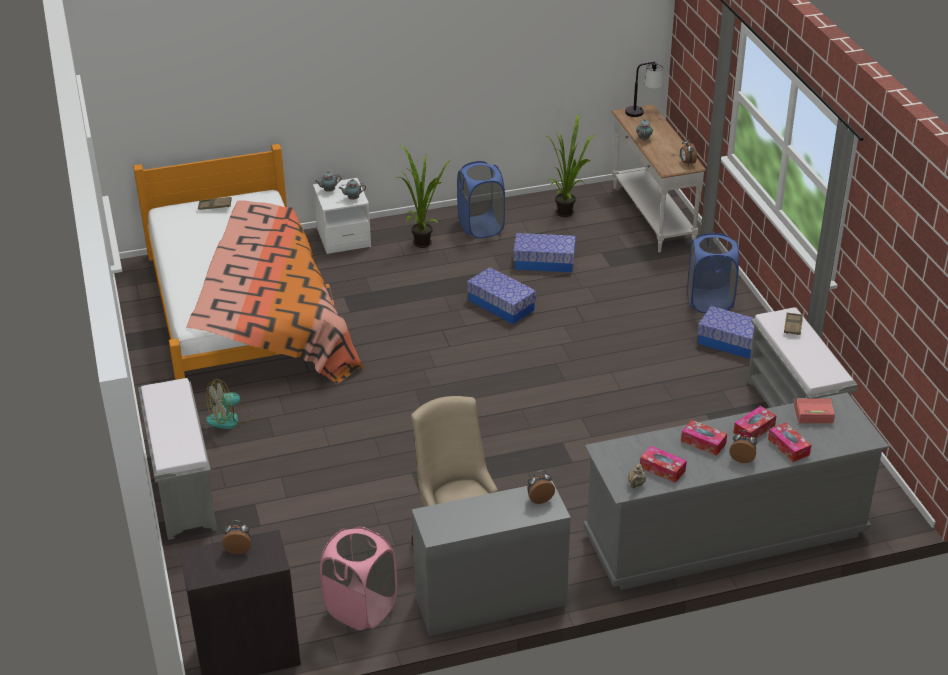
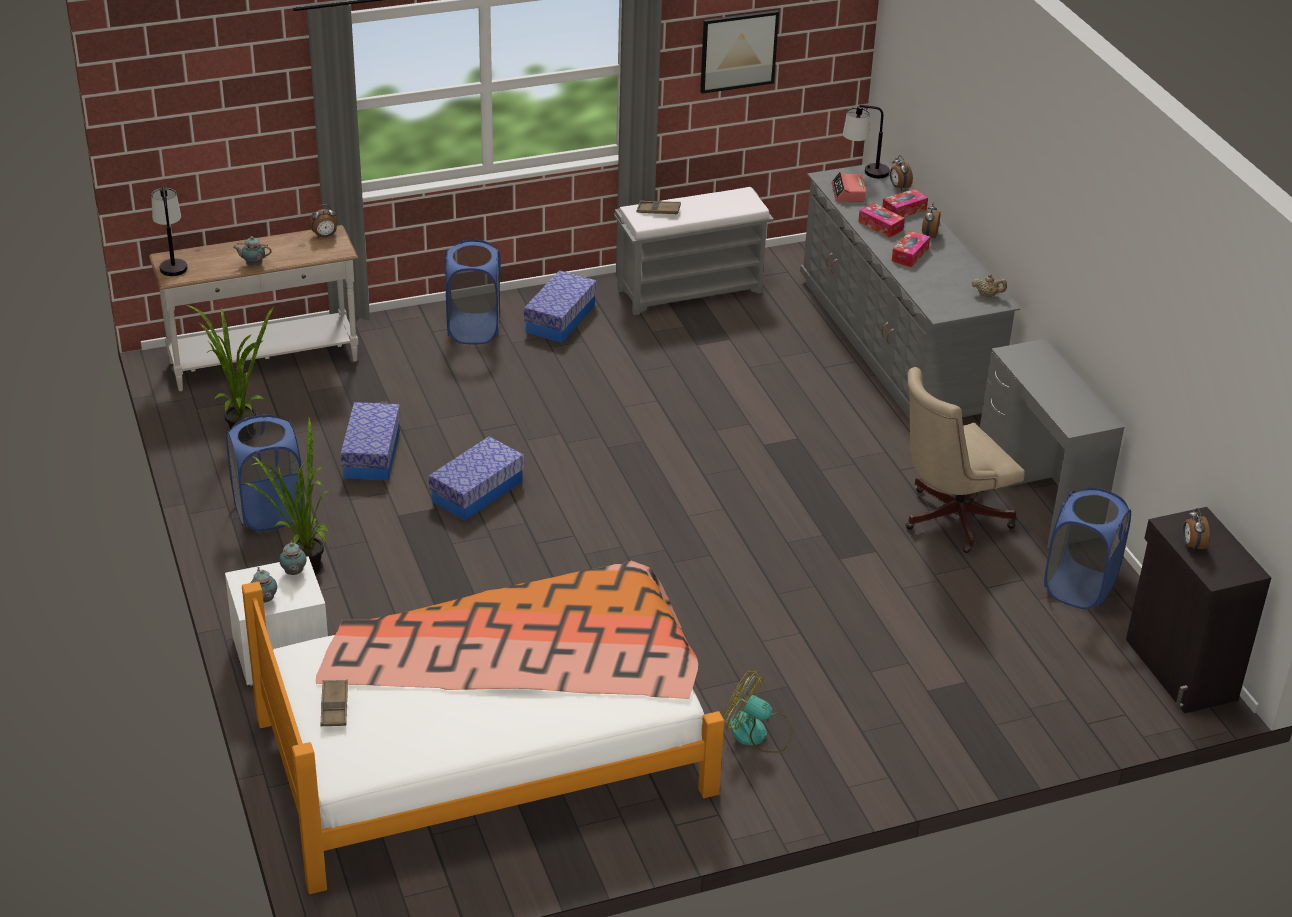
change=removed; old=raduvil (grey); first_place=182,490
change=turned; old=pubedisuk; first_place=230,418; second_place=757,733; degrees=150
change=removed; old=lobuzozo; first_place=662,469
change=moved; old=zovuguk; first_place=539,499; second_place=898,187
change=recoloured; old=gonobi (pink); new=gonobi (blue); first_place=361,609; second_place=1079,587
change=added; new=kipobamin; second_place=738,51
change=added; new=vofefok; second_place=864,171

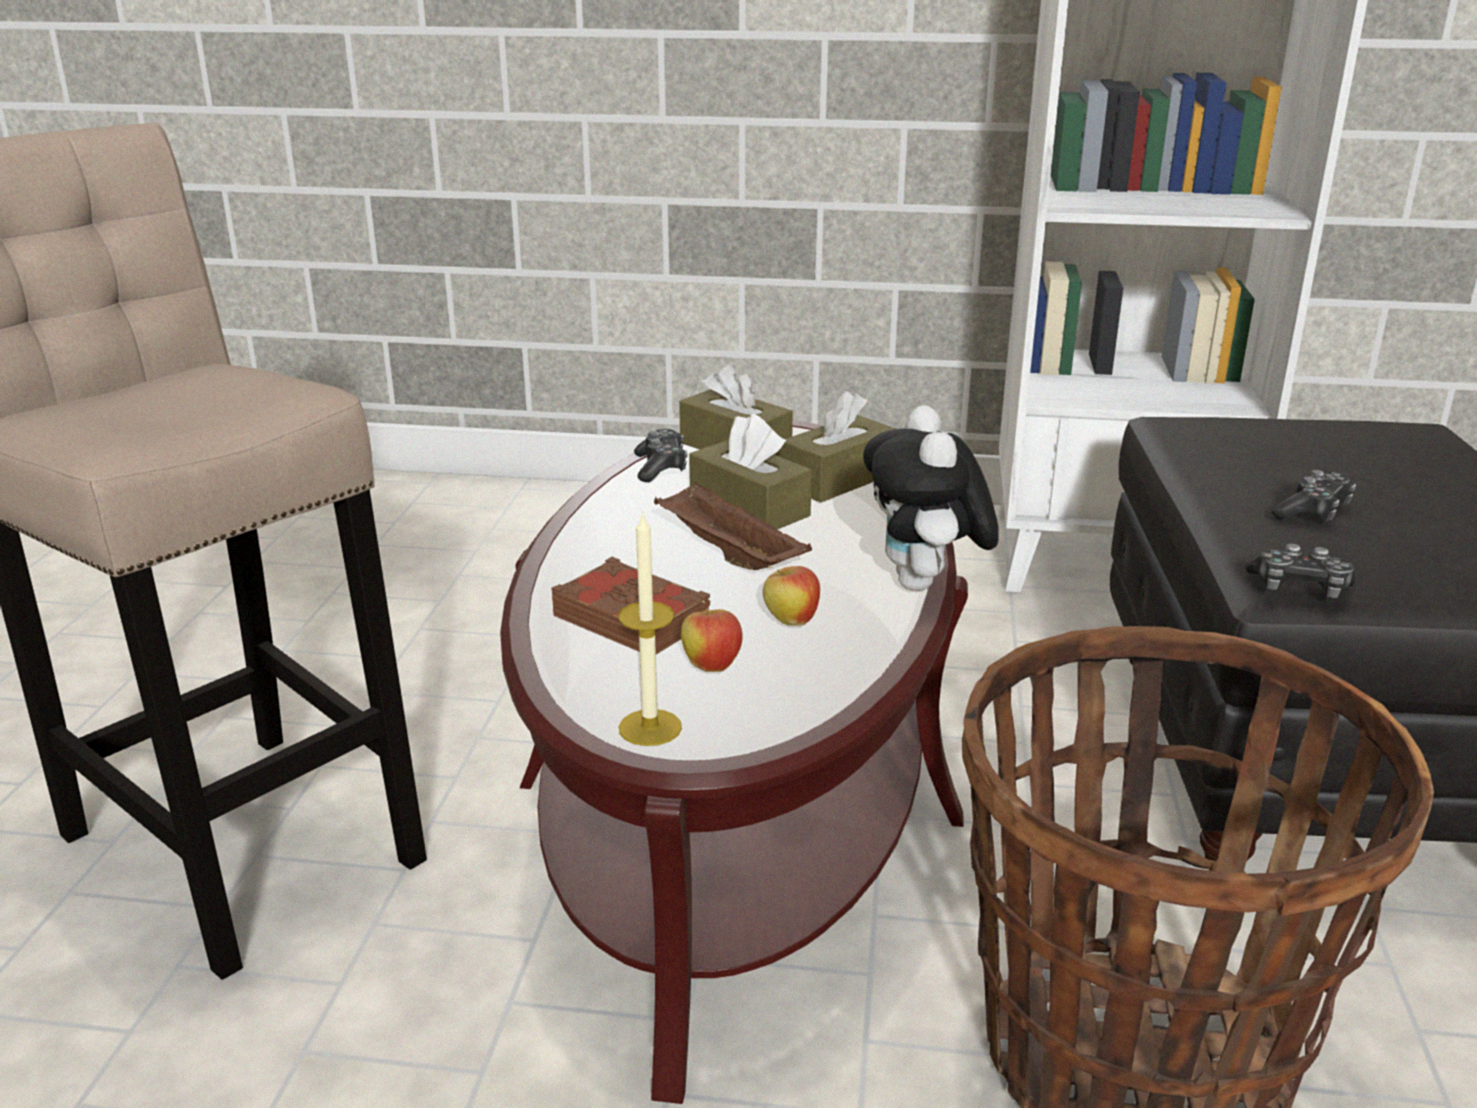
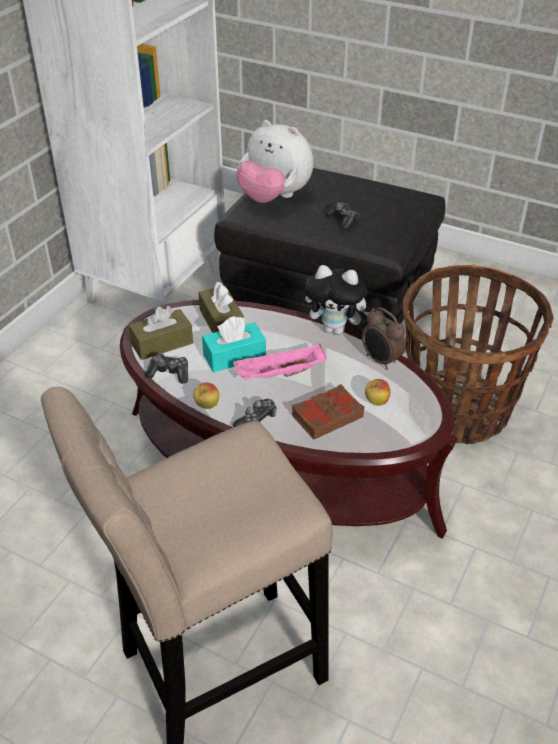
change=recoloured; old=lobuzozo (brown); new=lobuzozo (turquoise); first_place=749,507; second_place=234,356
change=recoloured; old=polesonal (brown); new=polesonal (pink); first_place=727,554; second_place=279,375
change=removed; old=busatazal; first_place=650,727
change=moved; old=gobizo; first_place=1299,588; second_place=256,420
change=moved; old=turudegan; first_place=790,621; second_place=207,406
change=added; new=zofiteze; second_place=274,197
change=added; new=zovuguk; second_place=380,361

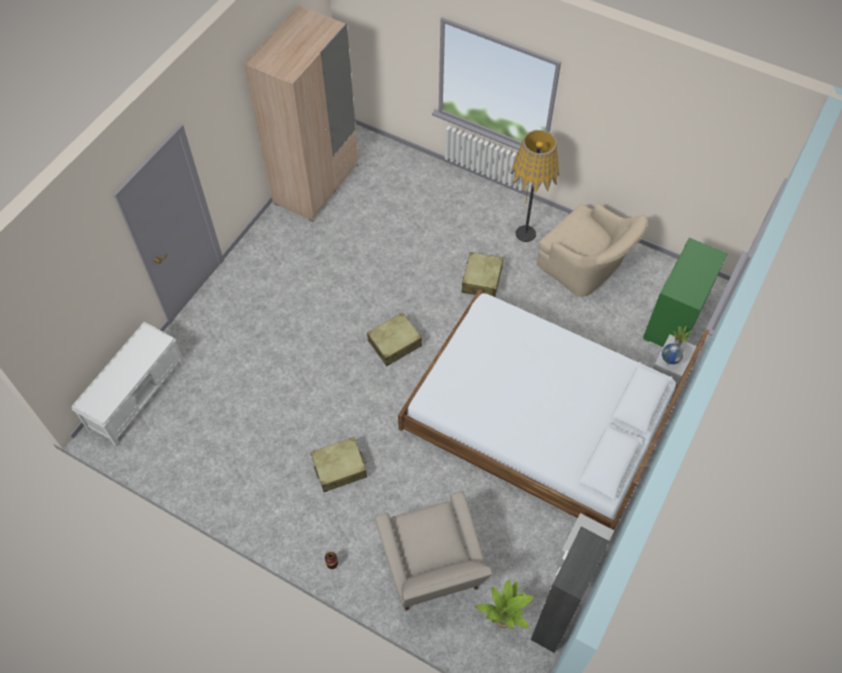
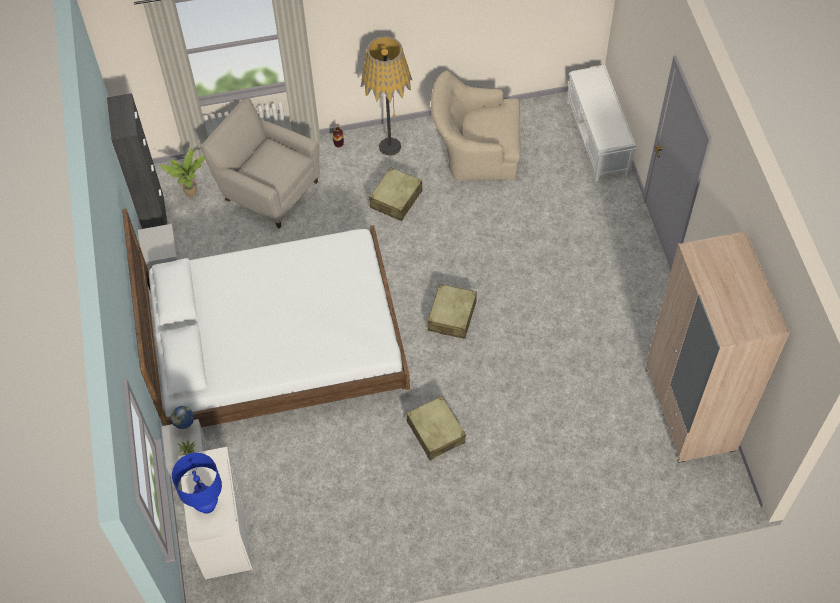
change=moved; old=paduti; first_place=525,233; second_place=390,146
change=moved; old=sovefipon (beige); first_place=586,267; second_place=475,152
change=recoloured; old=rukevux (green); new=rukevux (white); first_place=675,320; second_place=222,533
change=added; new=vofefok (blue); second_place=207,505

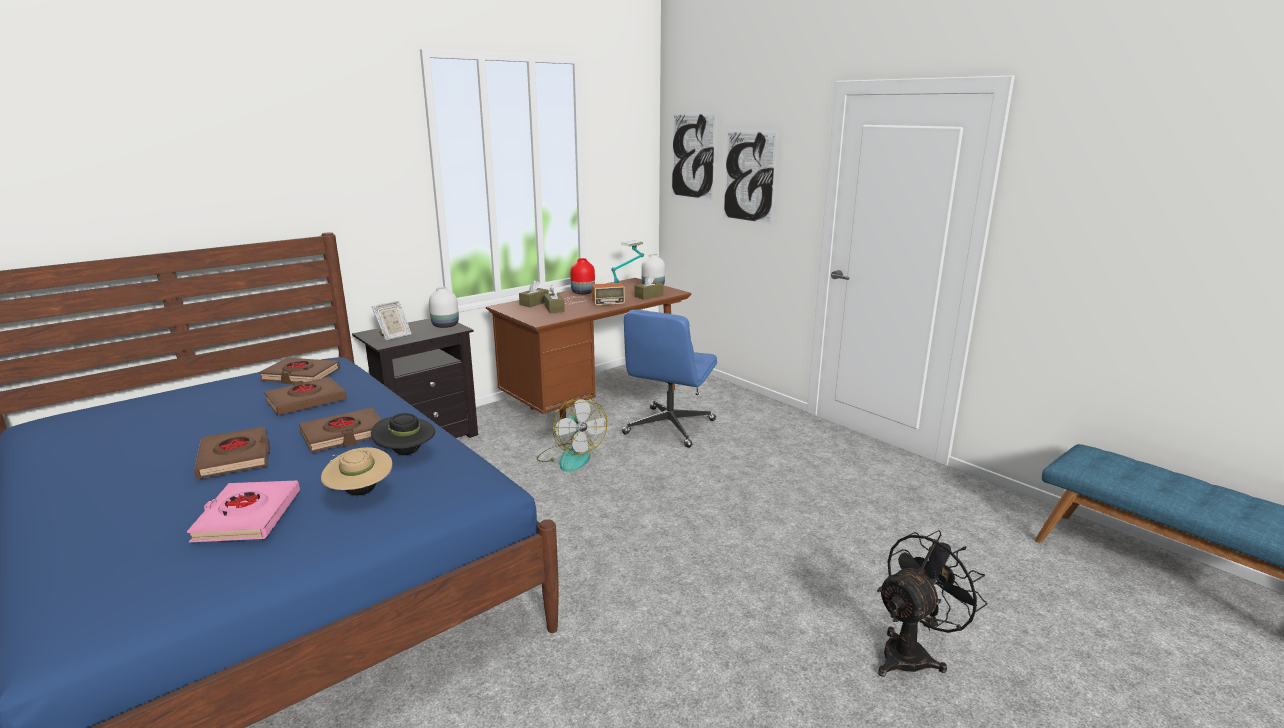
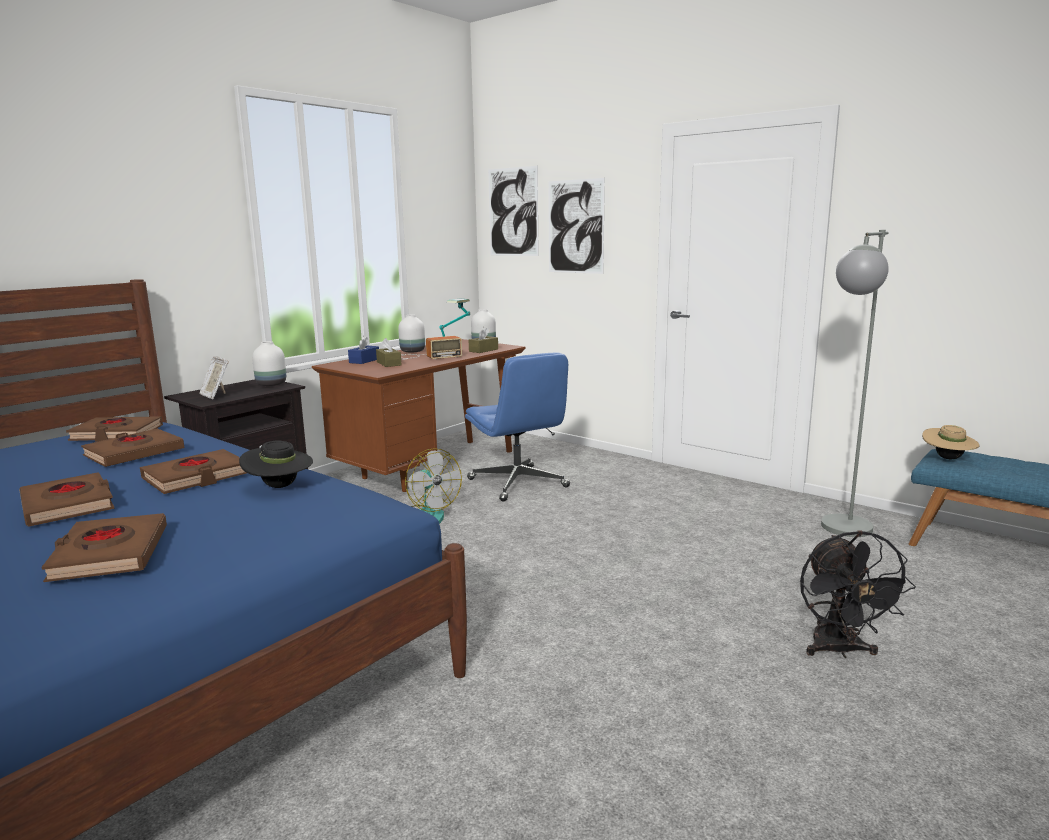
change=recoloured; old=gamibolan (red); new=gamibolan (white); first_place=582,293; second_place=412,351
change=recoloured; old=lobuzozo (brown); new=lobuzozo (blue); first_place=534,303; second_place=364,361
change=turned; old=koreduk; first_place=394,337; second_place=216,396; degrees=105
change=turned; old=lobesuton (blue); first_place=669,427; second_place=518,483; degrees=-45
change=moved; old=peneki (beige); first_place=360,492; second_place=947,458
change=recoloured; old=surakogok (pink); new=surakogok (brown); first_place=247,517; second_place=109,554
change=turned; old=pubedisuk (black); first_place=912,653; second_place=839,650; degrees=135
change=added; new=paduti (grey); second_place=841,533

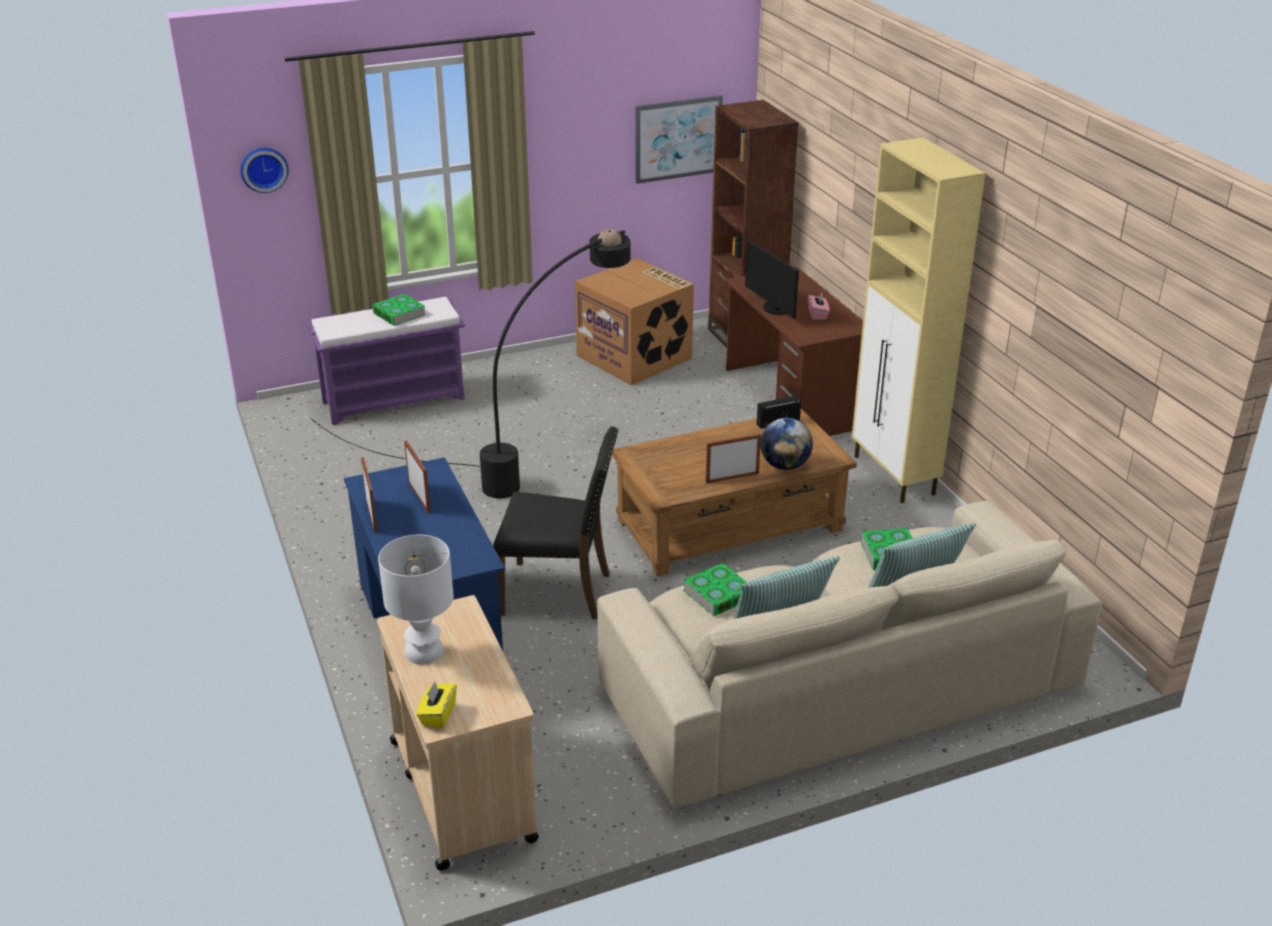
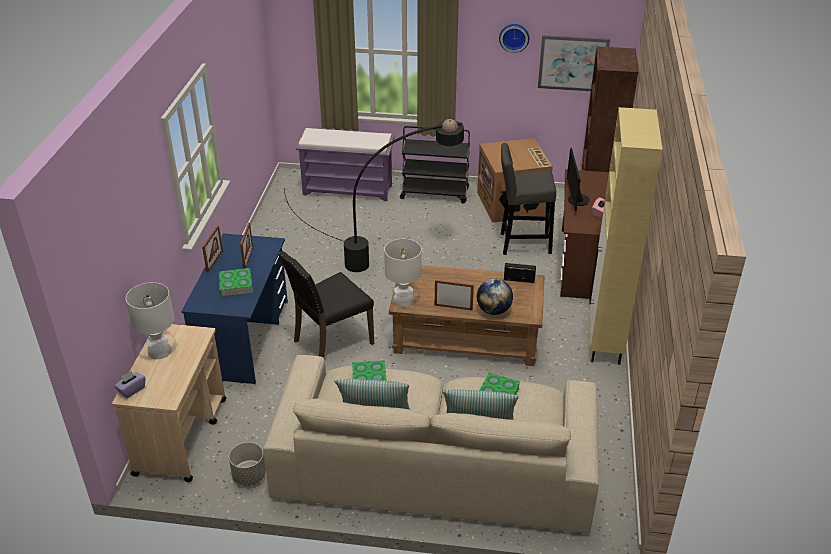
change=moved; old=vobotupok; first_place=263,168; second_place=514,37
change=moved; old=surakogok; first_place=399,314; second_place=235,285
change=turned; old=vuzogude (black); first_place=559,592; second_place=331,342; degrees=105
change=recoloured; old=lobuzozo (yellow); new=lobuzozo (purple); first_place=437,715; second_place=131,390
change=added; new=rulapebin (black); second_place=435,193
change=added; new=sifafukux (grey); second_place=522,243
change=added; new=vofefok (white); second_place=403,300
change=added; new=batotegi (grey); second_place=249,476

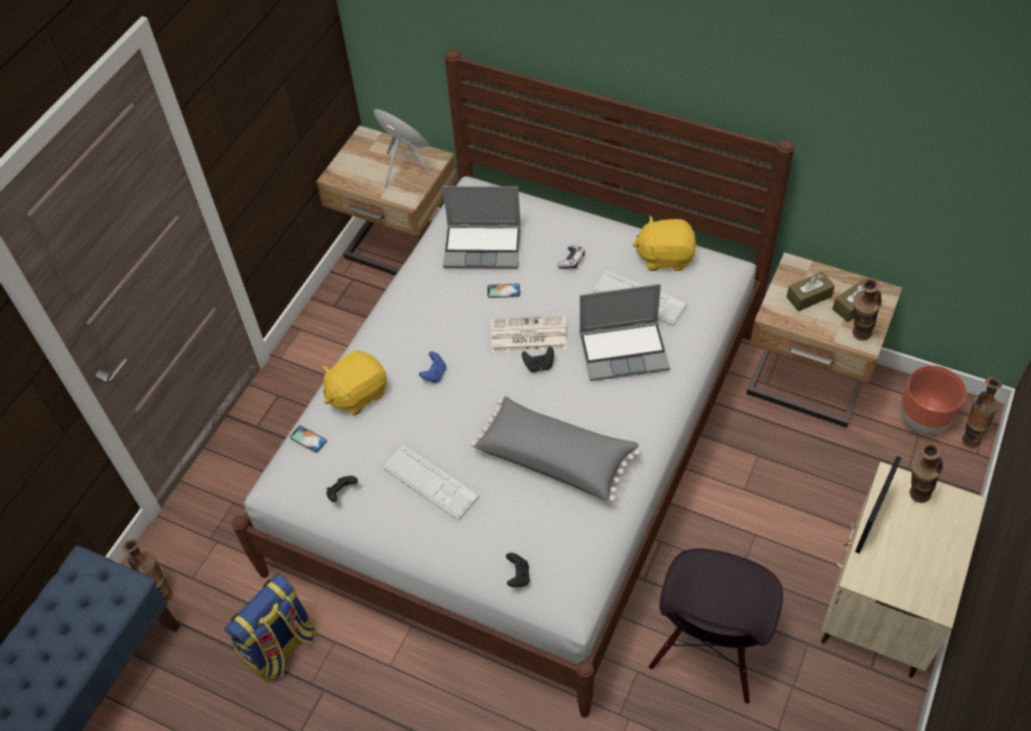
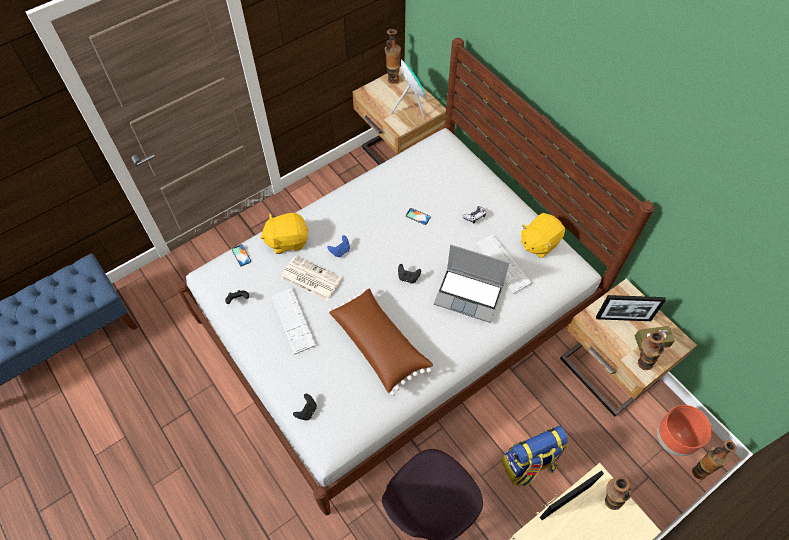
change=removed; old=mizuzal; first_place=483,247
change=turned; old=zofiteze (yellow); first_place=665,257; second_place=539,243; degrees=-75
change=replaced; old=lobuzozo (brown); new=koreduk; first_place=809,297; second_place=623,318
change=moved; old=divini; first_place=527,335; second_place=310,278
change=recoloured; old=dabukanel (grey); new=dabukanel (brown); first_place=556,457; second_place=379,344
change=moved; old=gamibolan; first_place=161,591; second_place=393,78
change=moved; old=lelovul; first_place=280,648; second_place=528,465

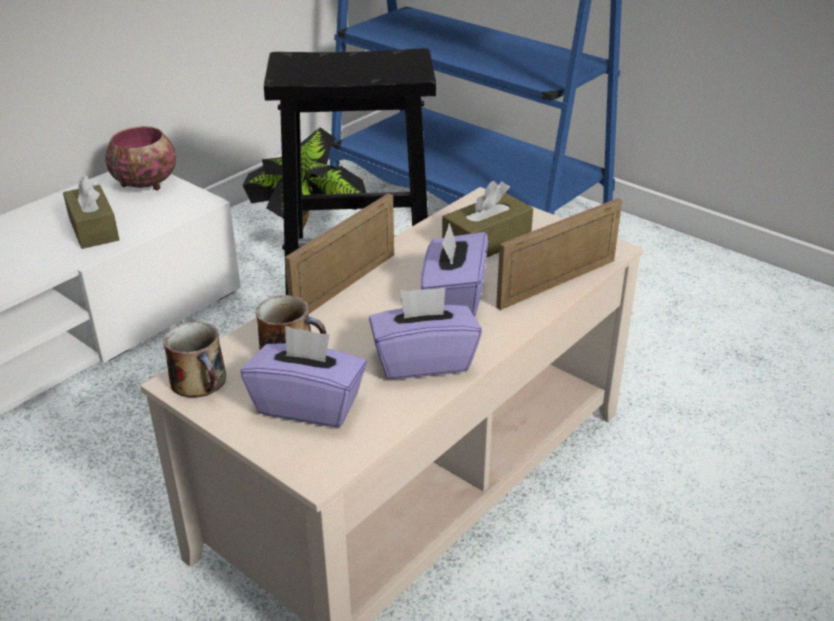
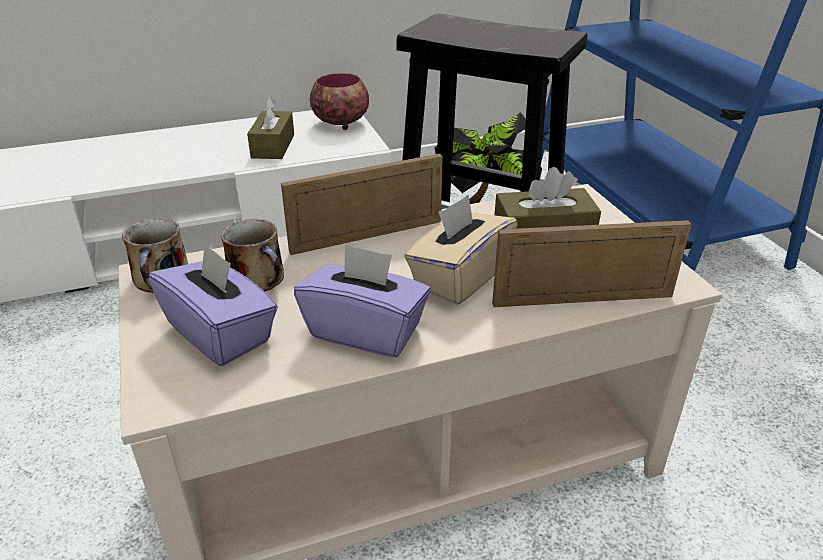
change=recoloured; old=lobuzozo (purple); new=lobuzozo (beige); first_place=453,296; second_place=459,278

